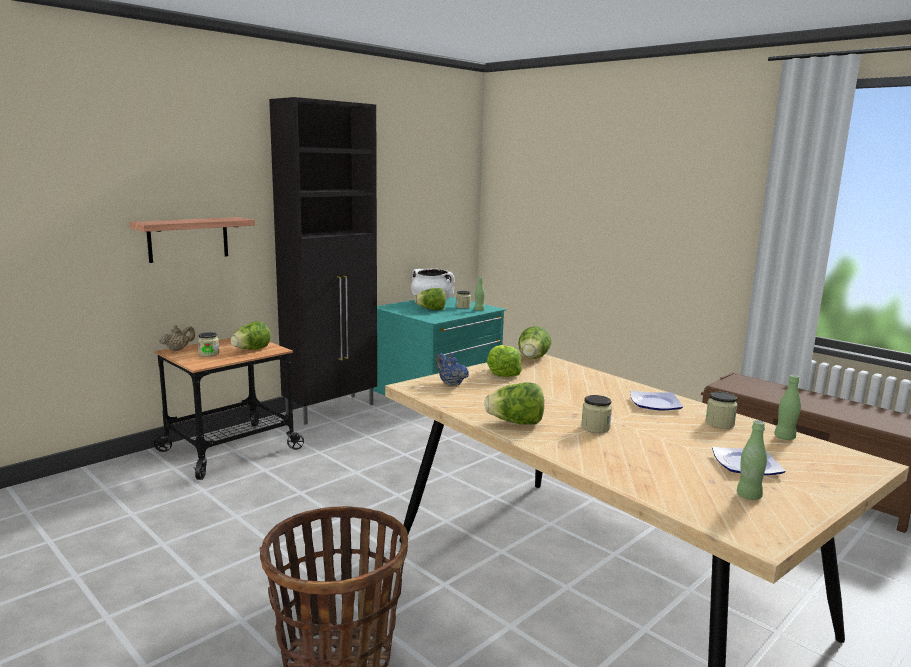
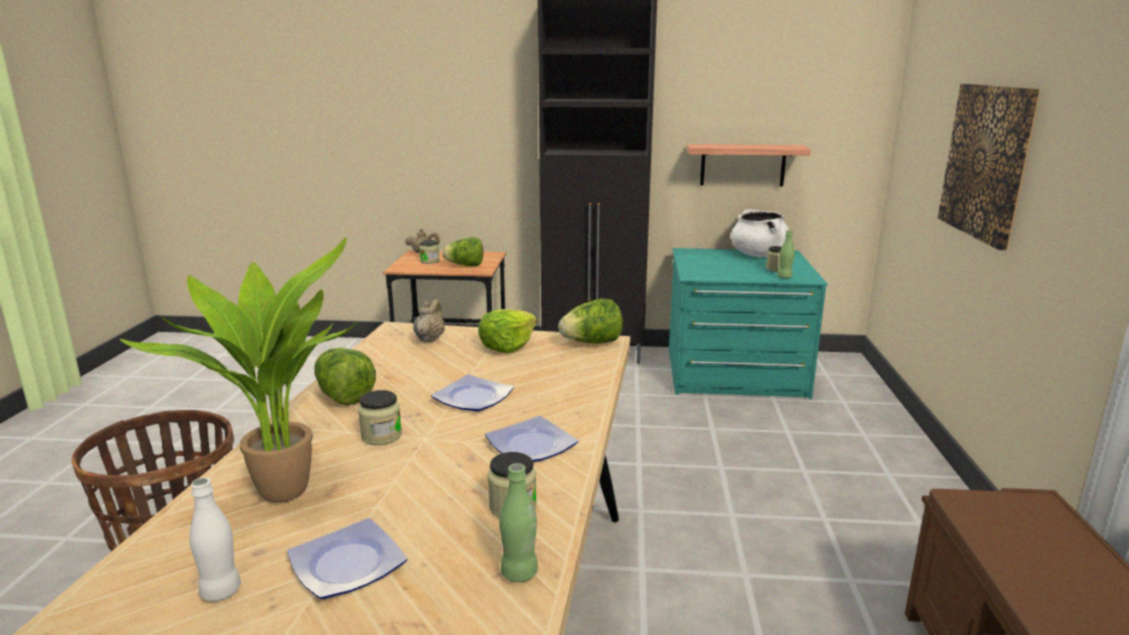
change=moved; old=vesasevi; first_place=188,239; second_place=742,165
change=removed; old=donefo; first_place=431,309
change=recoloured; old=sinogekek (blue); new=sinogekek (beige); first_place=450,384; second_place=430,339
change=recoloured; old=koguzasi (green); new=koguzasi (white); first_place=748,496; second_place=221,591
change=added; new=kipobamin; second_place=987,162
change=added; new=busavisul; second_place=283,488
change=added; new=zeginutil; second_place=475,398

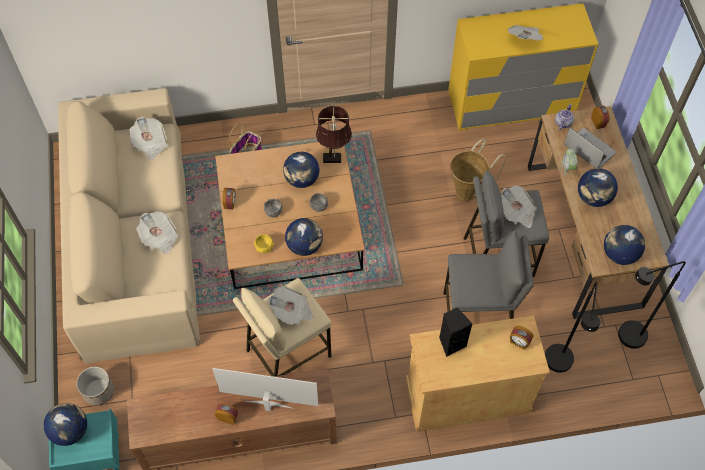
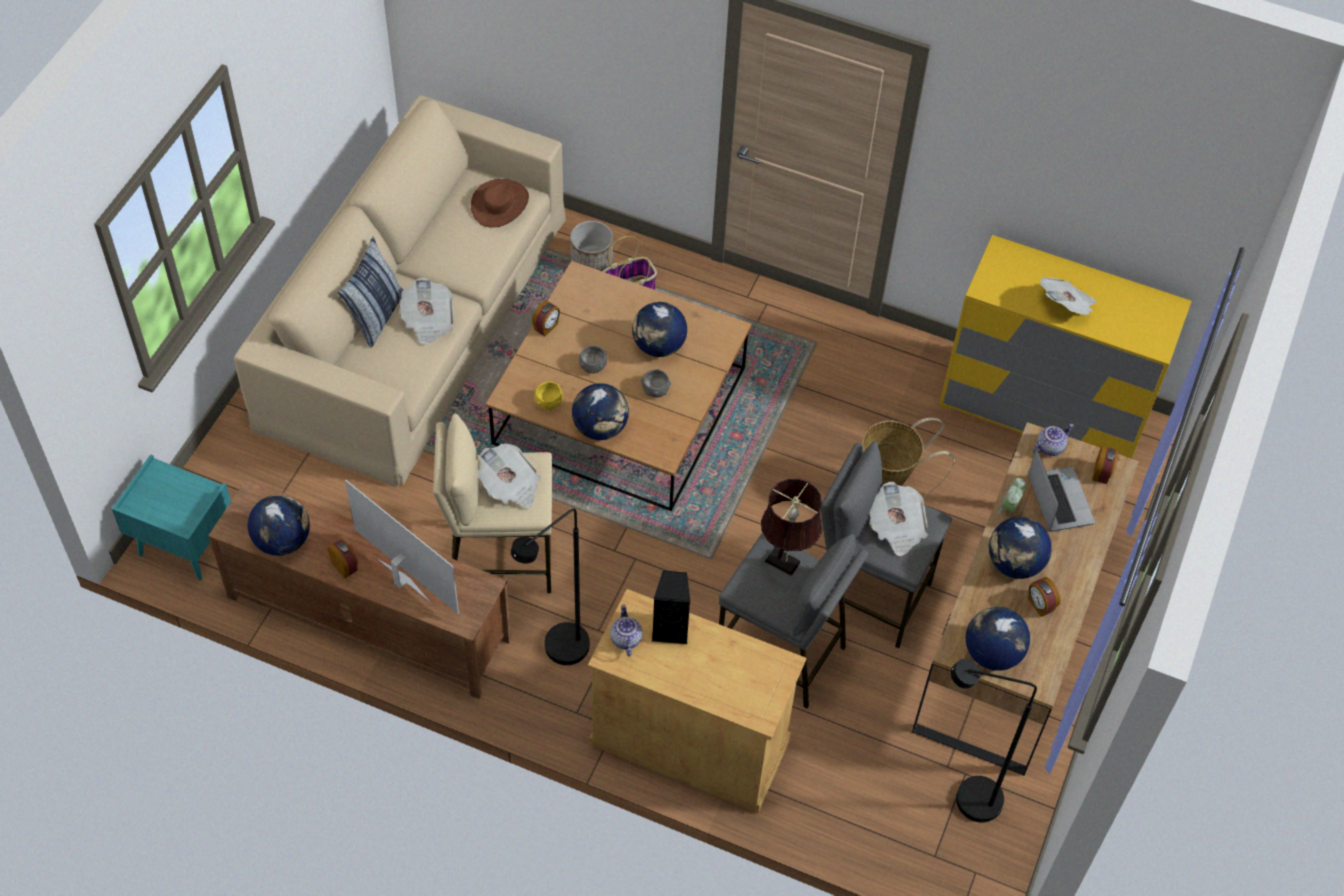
change=moved; old=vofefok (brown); first_place=334,158; second_place=785,563
change=replaced; old=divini; new=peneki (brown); first_place=150,144; second_place=500,204
change=moved; old=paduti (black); first_place=558,367; second_place=558,654
change=moved; old=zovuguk; first_place=519,342; second_place=1040,605
change=moved; old=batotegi; first_place=98,391; second_place=591,259
change=moved; old=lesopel; first_place=70,431; second_place=283,541
change=added; new=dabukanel; second_place=376,316
change=added; new=sinogekek; second_place=625,639

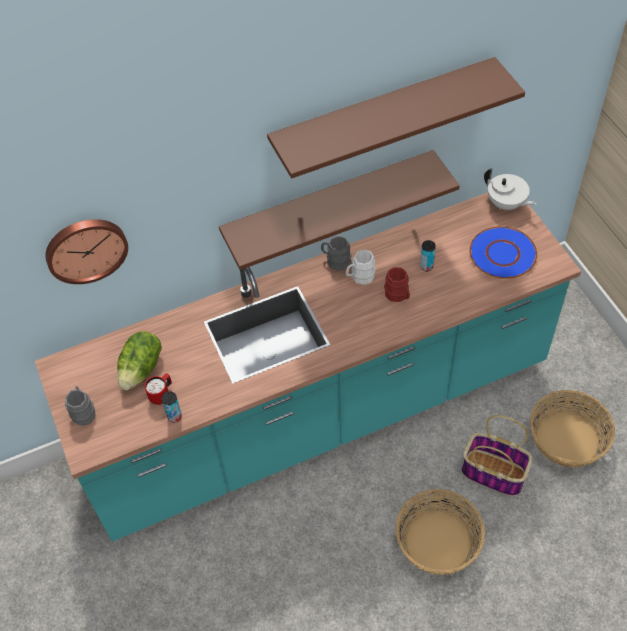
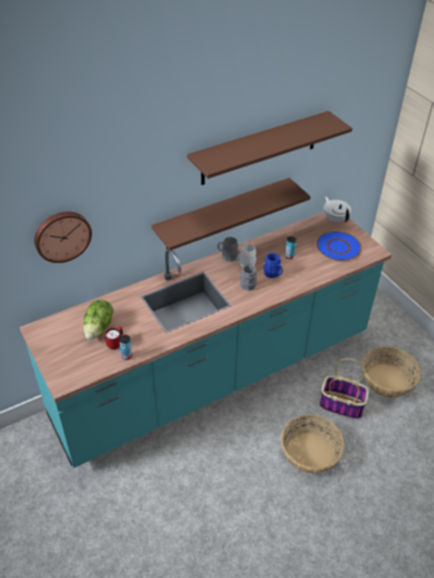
change=turned; old=sinogekek (white); first_place=506,204; second_place=335,219; degrees=-150
change=recoloured; old=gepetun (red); new=gepetun (blue); first_place=398,295; second_place=273,274
change=moved; old=gepetun (grey); first_place=83,411; second_place=247,283

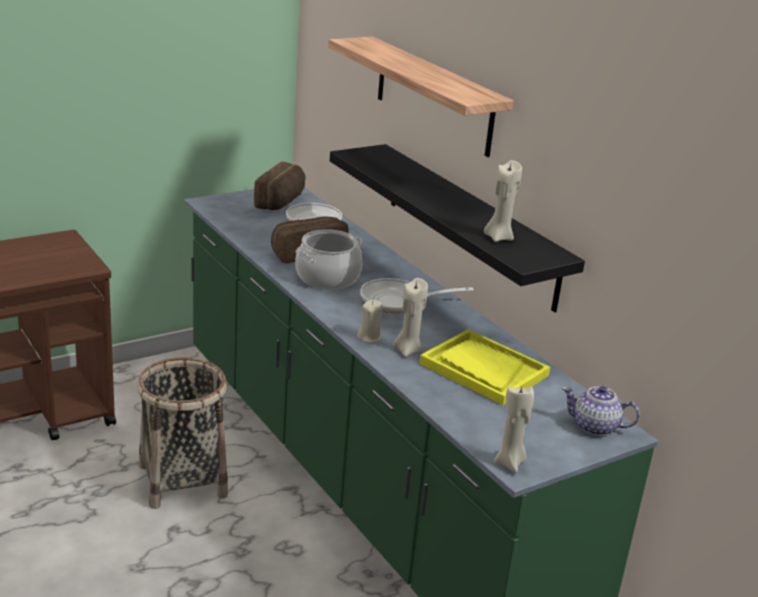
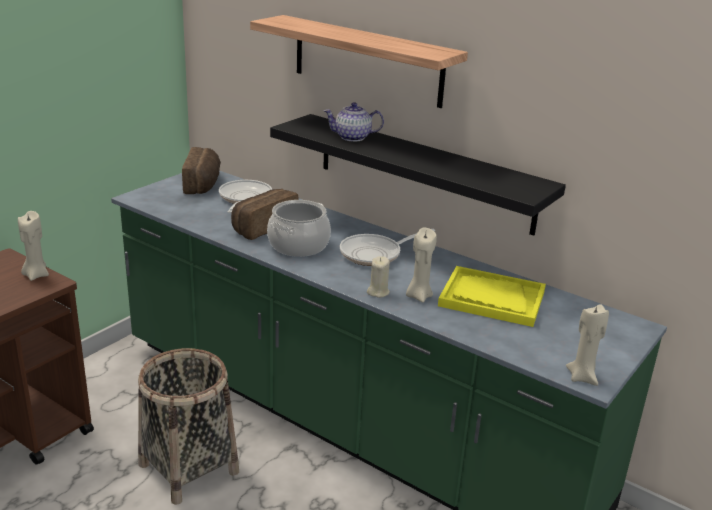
change=moved; old=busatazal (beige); first_place=498,237; second_place=36,275
change=moved; old=sinogekek; first_place=595,427; second_place=353,137

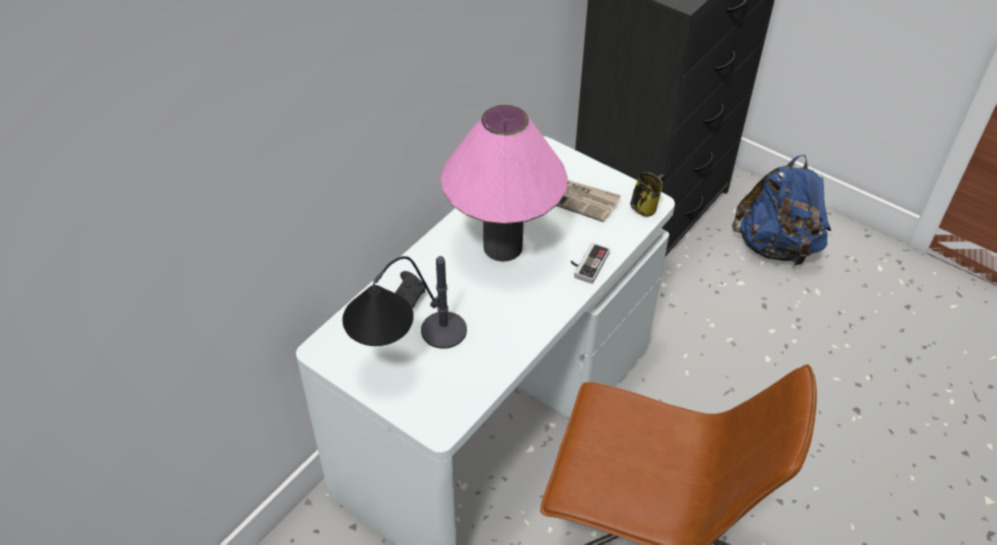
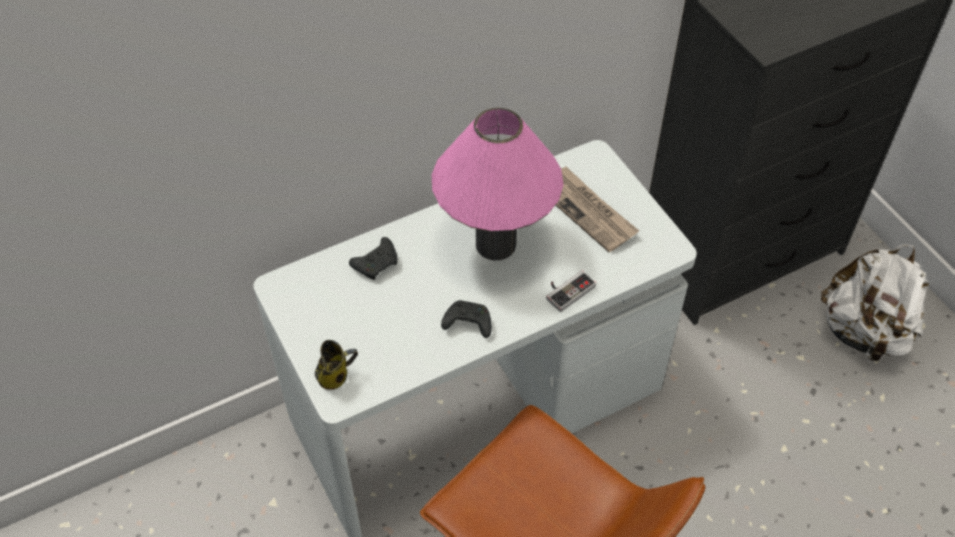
change=recoloured; old=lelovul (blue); new=lelovul (white); first_place=776,246; second_place=864,332
change=moved; old=gepetun; first_place=645,207; second_place=335,376
change=removed; old=vofefok; first_place=407,356
change=added; new=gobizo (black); second_place=467,323

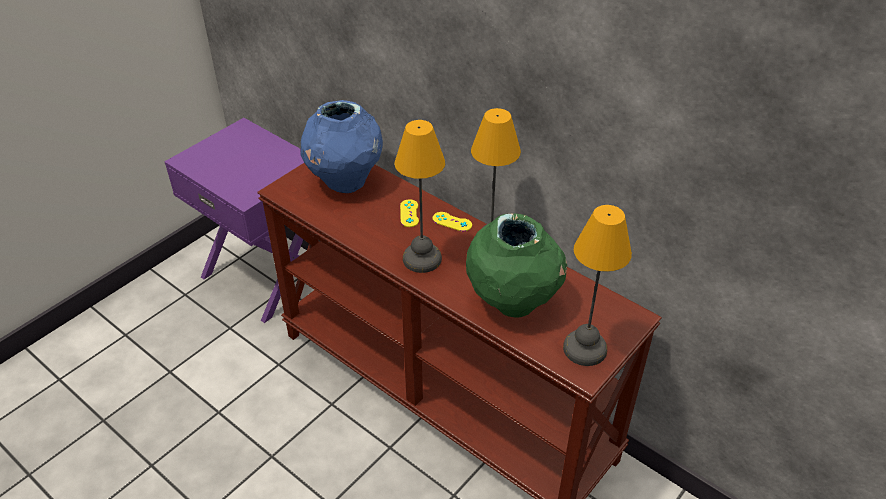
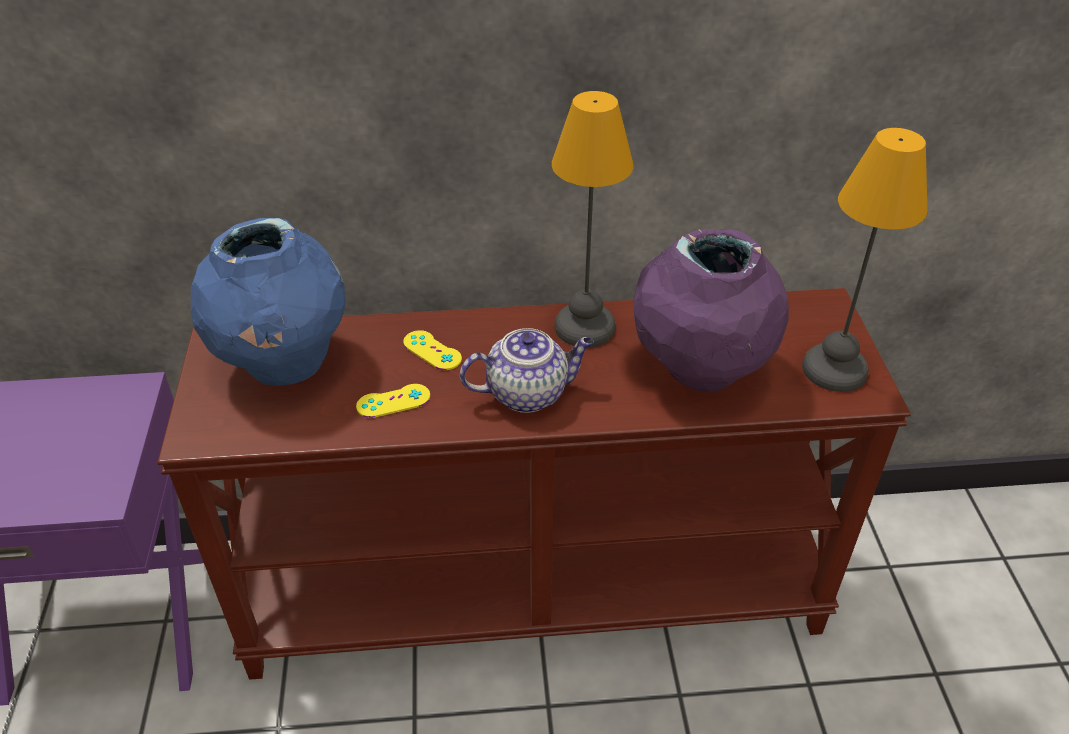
change=replaced; old=vofefok; new=sinogekek; first_place=423,258; second_place=528,393
change=moved; old=gobizo (yellow); first_place=452,222; second_place=393,401
change=recoloured; old=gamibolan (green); new=gamibolan (purple); first_place=513,303; second_place=700,373

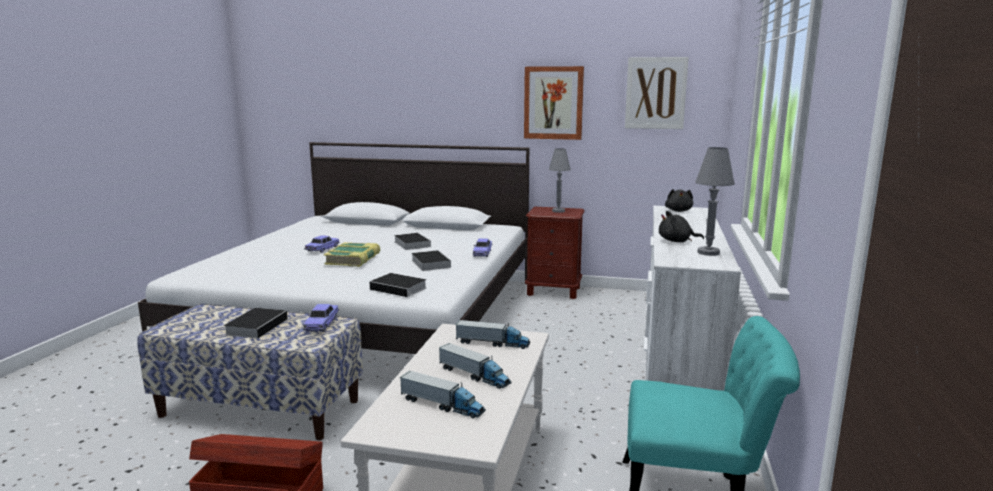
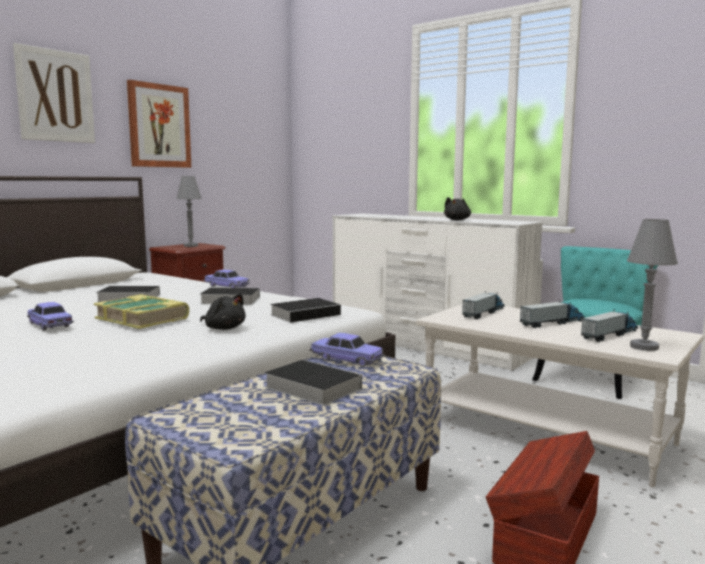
change=moved; old=kipobamin; first_place=655,93; second_place=55,96
change=moved; old=vofefok (grey); first_place=708,252; second_place=644,347
change=moved; old=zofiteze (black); first_place=678,211; second_place=224,328

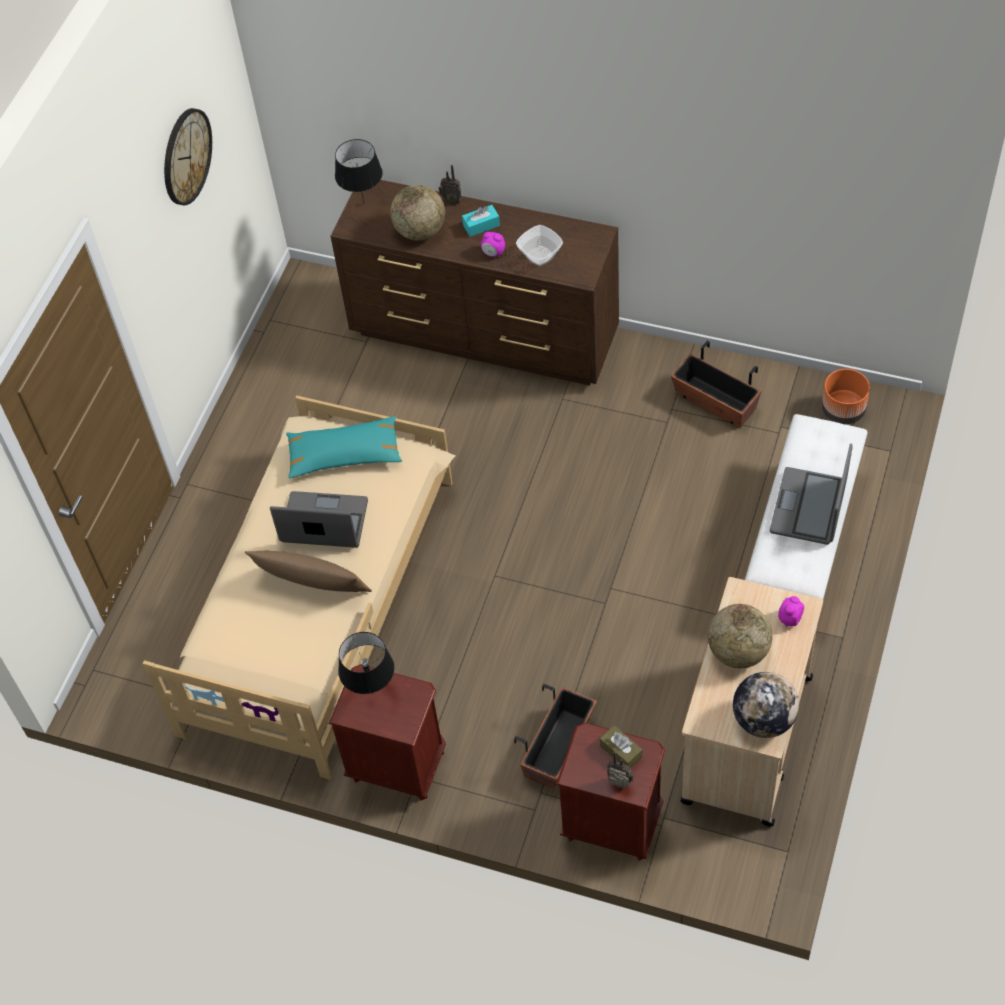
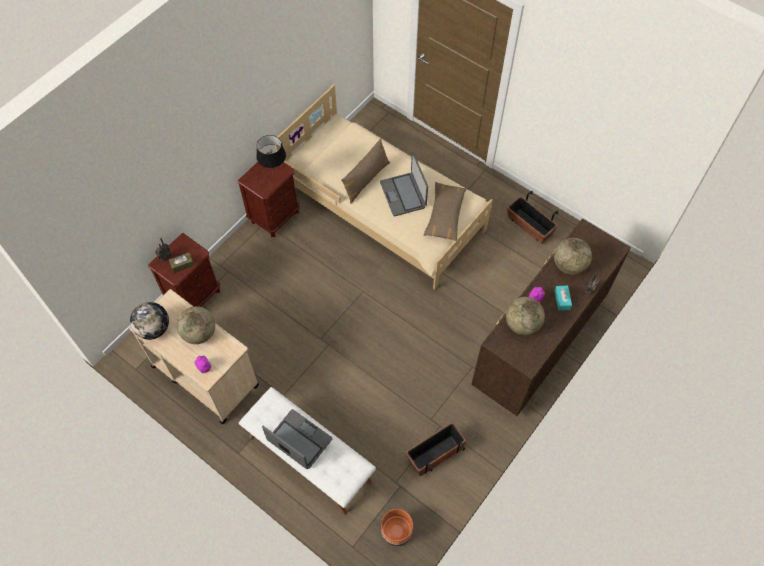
change=removed; old=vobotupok; first_place=186,156
change=removed; old=vofefok (black); first_place=363,204
change=replaced; old=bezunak; new=lesopel; first_place=540,256; second_place=522,324
change=recoloured; old=dabukanel (turquoise); new=dabukanel (brown); first_place=344,454; second_place=445,215
change=turned; old=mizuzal; first_place=324,522; second_place=403,195; degrees=135
change=moved; old=batotegi; first_place=558,748; second_place=529,226

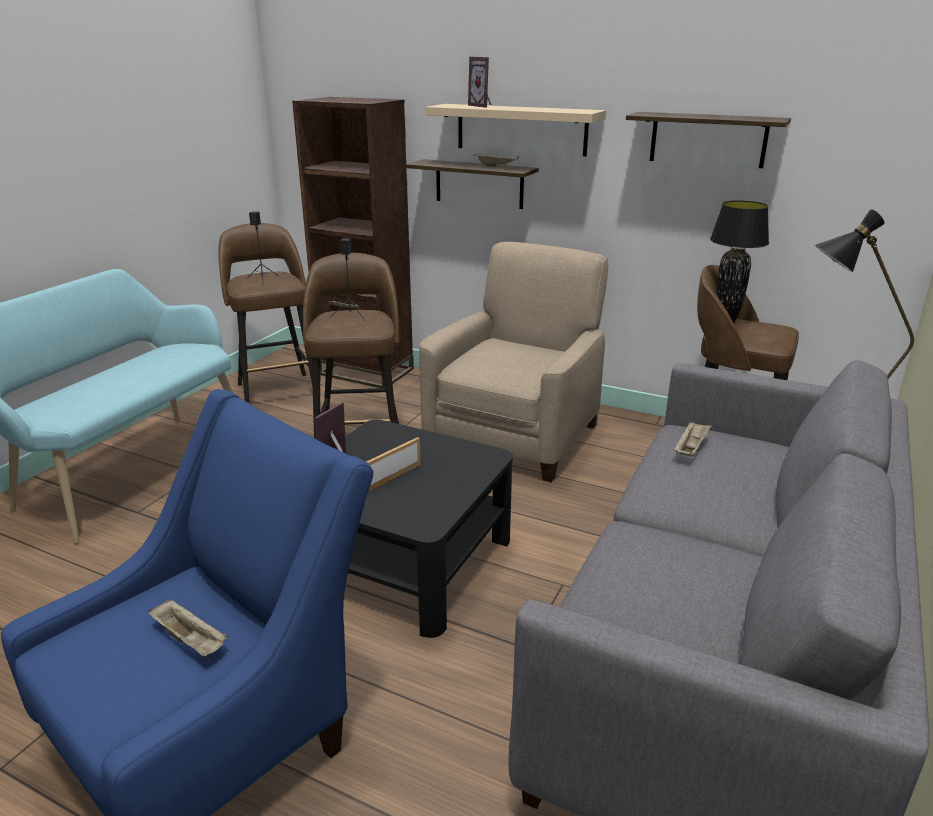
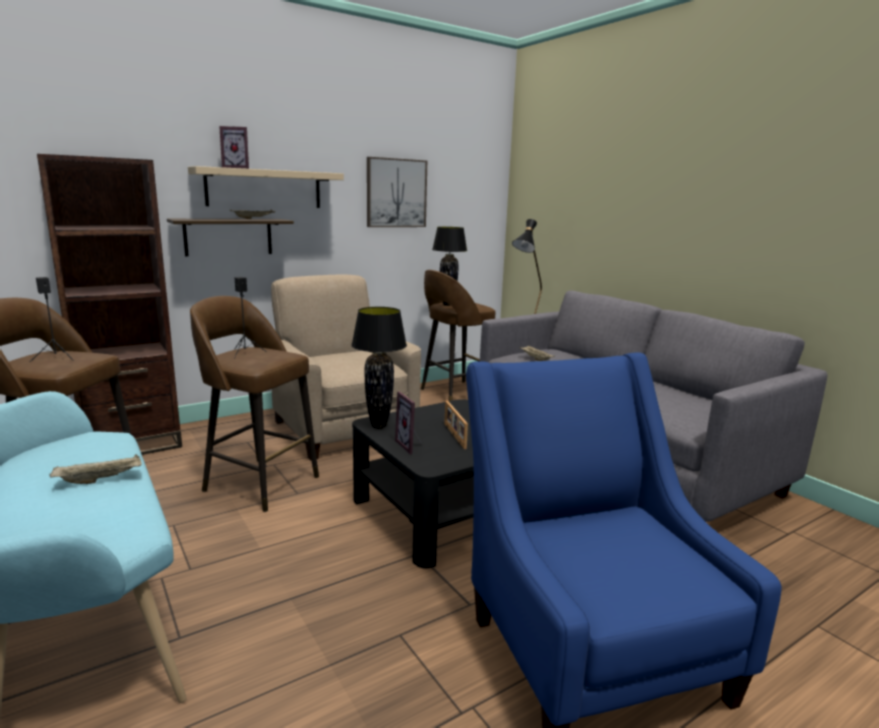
change=replaced; old=vesasevi; new=kipobamin; first_place=708,139; second_place=396,193
change=moved; old=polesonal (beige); first_place=191,640; second_place=101,479
change=added; new=vofefok (black); second_place=378,426

